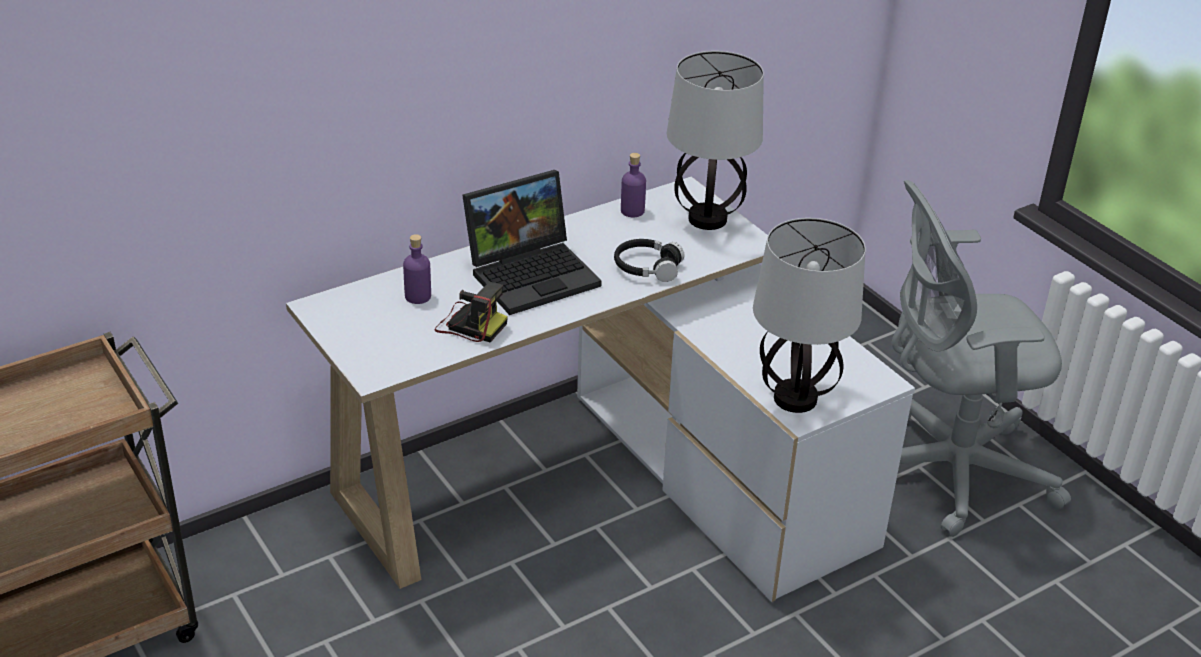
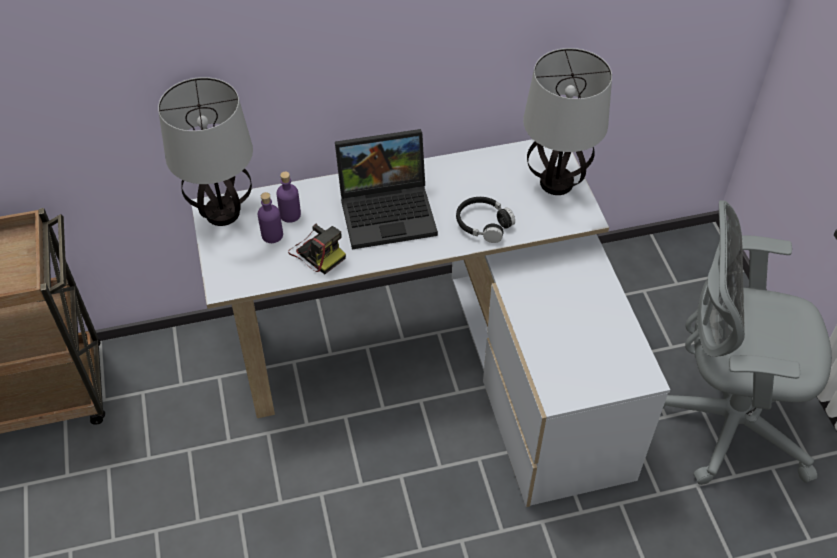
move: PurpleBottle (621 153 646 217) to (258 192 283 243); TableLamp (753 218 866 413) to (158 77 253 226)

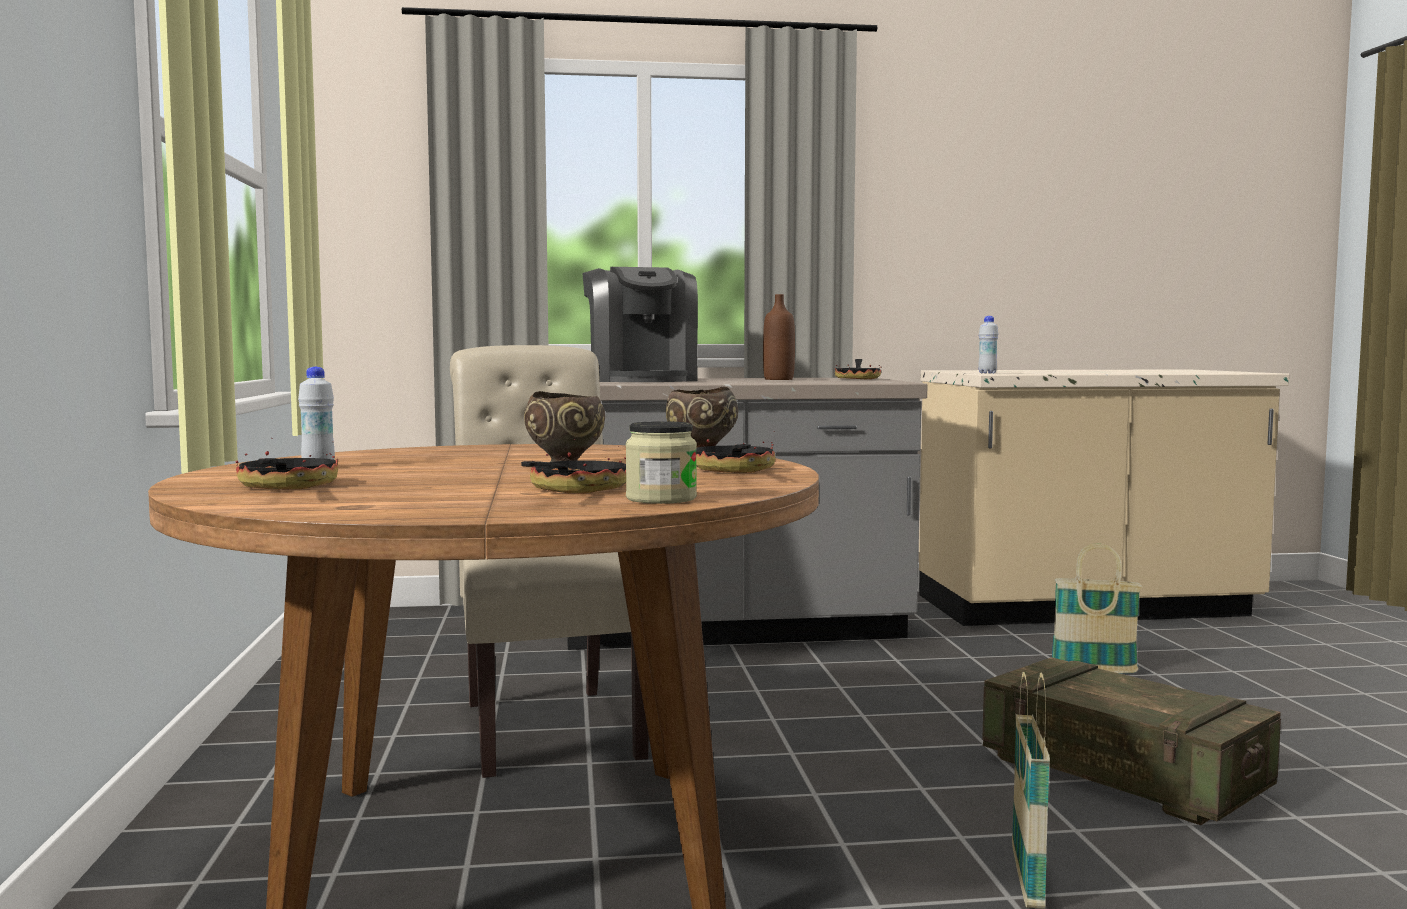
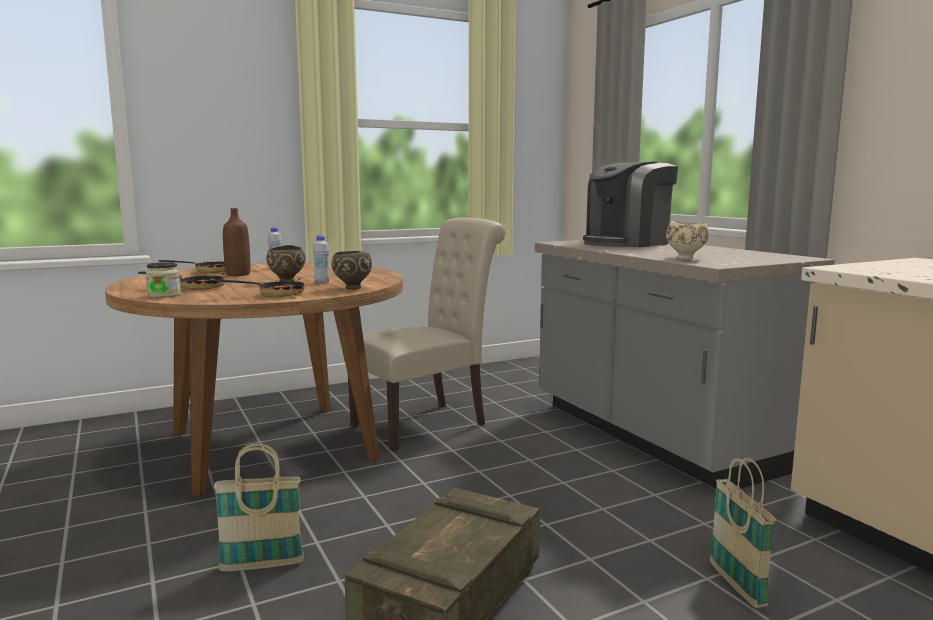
delete: FryingPan (835 359 881 379)
insert: BeigeBowl (666 221 709 260)
move: BrownBottle (763 294 795 380) to (223 208 250 276); WhiteBottle (978 316 998 374) to (313 235 330 284)

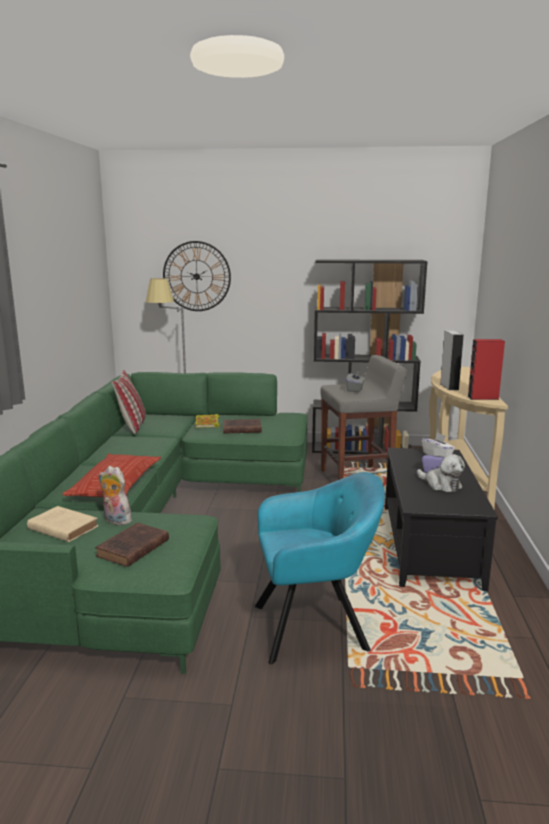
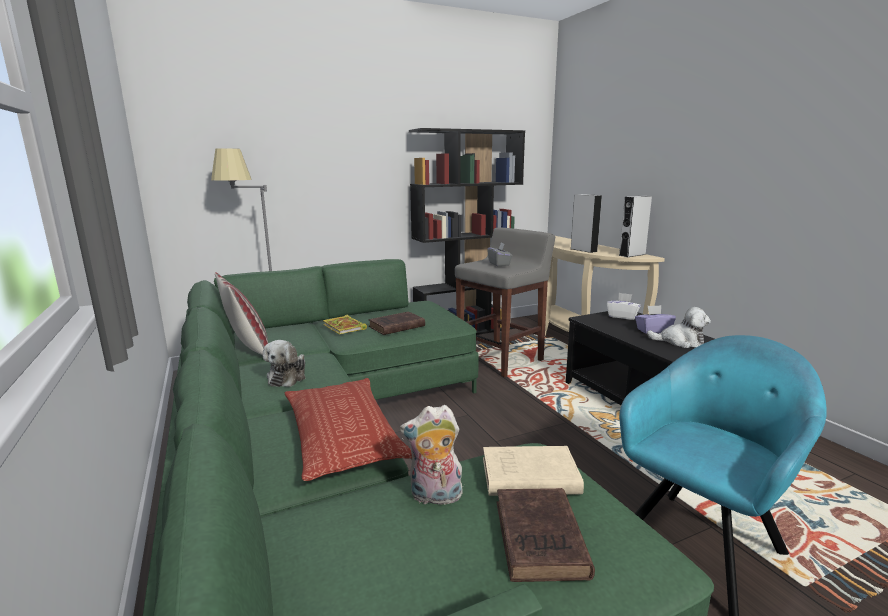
delete: WallClock (163 241 231 311)
insert: PlushToy (263 340 305 387)
move: BeigeBook (27 506 98 542) to (483 446 584 496)
recolor: RedSpeaker (468 339 505 400) to GreySpeaker (619 196 652 257)

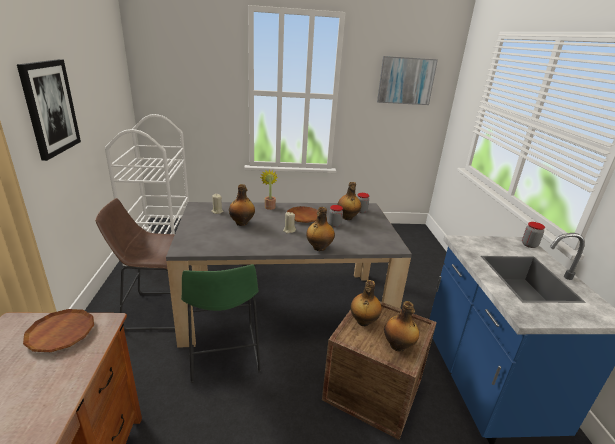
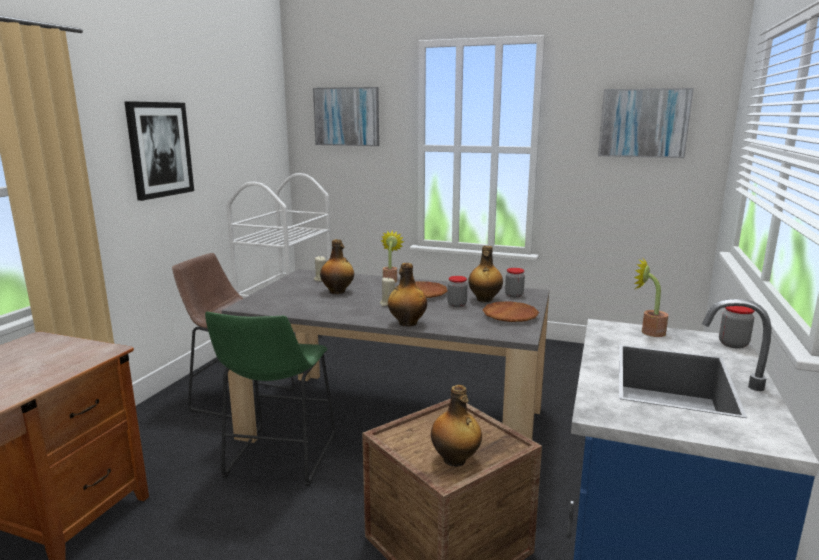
delete: Bottle (351 280 382 326)
insert: Picture (313 87 379 146); PottedPlant (634 256 668 337)
move: BrownPlate (23 309 94 352) to (483 301 539 322)

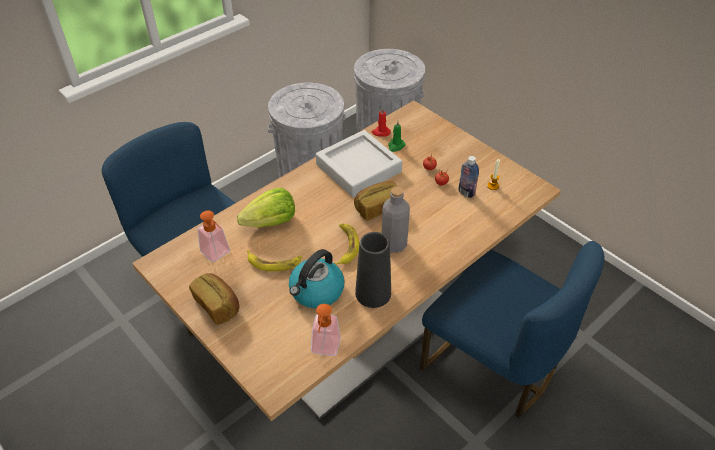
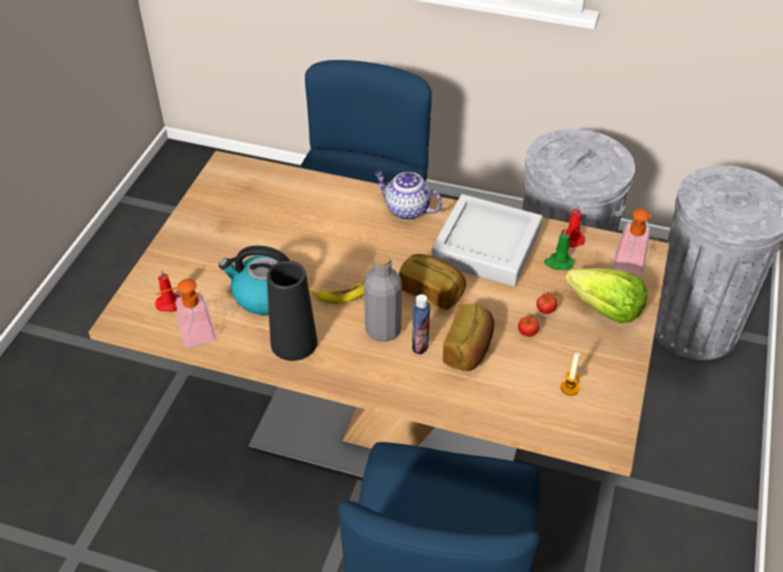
delete: Banana (247 250 302 271)
insert: RedCandle (155 270 180 312); Teapot (374 171 442 220)
move: Bread (189 273 239 325) to (443 304 494 371); SoapDispenser (198 210 230 262) to (614 209 650 274); Lettuce (237 188 295 227) to (565 268 648 323); Bottle (459 156 479 198) to (412 294 430 355)

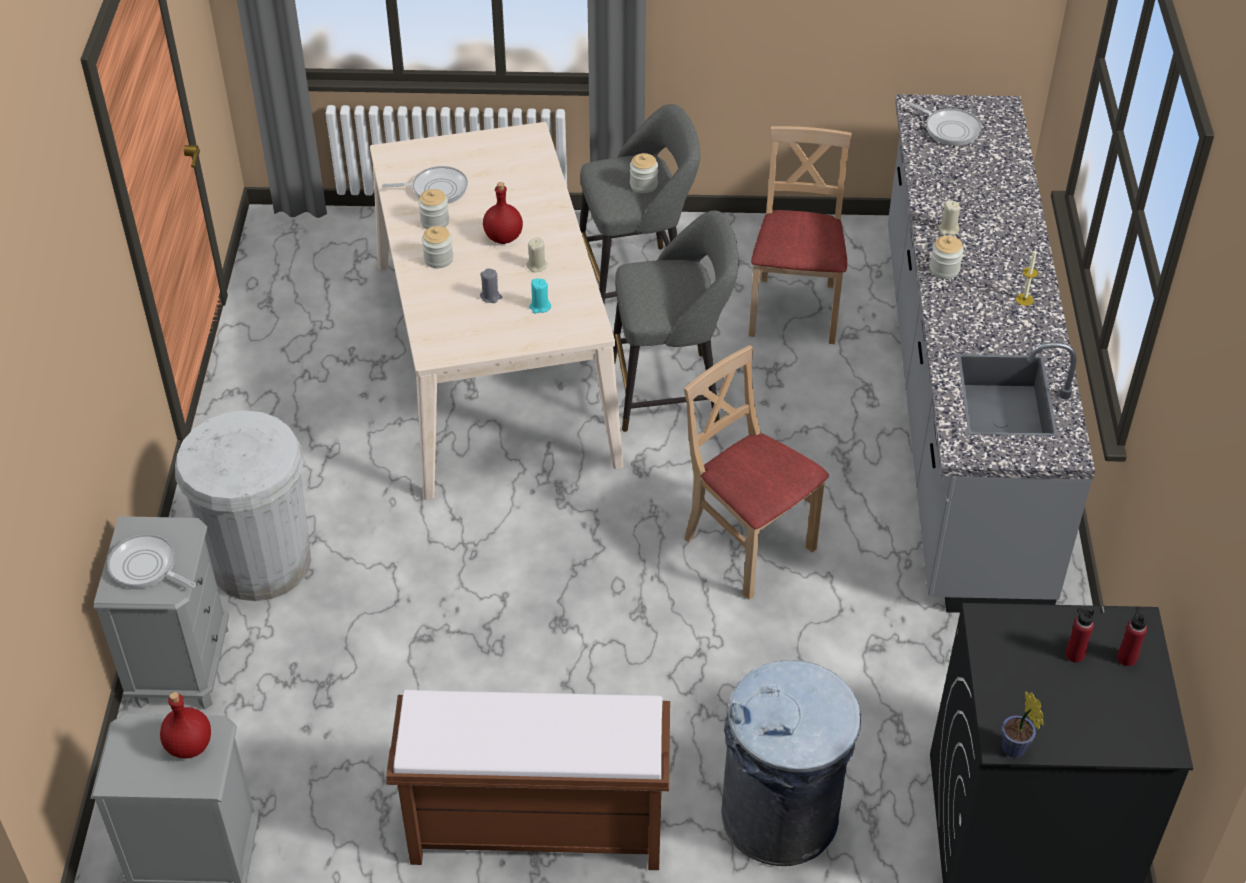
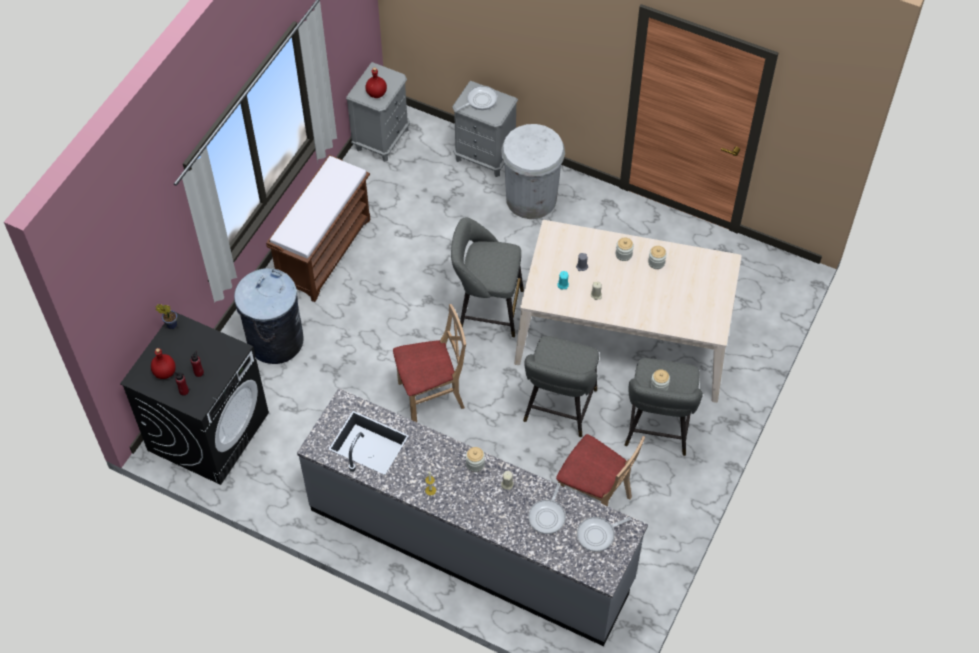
insert: GreyStool (451 217 524 337)
move: FryingPan (382 166 468 204) to (528 483 566 534); RedBottle (483 182 523 244) to (151 348 176 379)

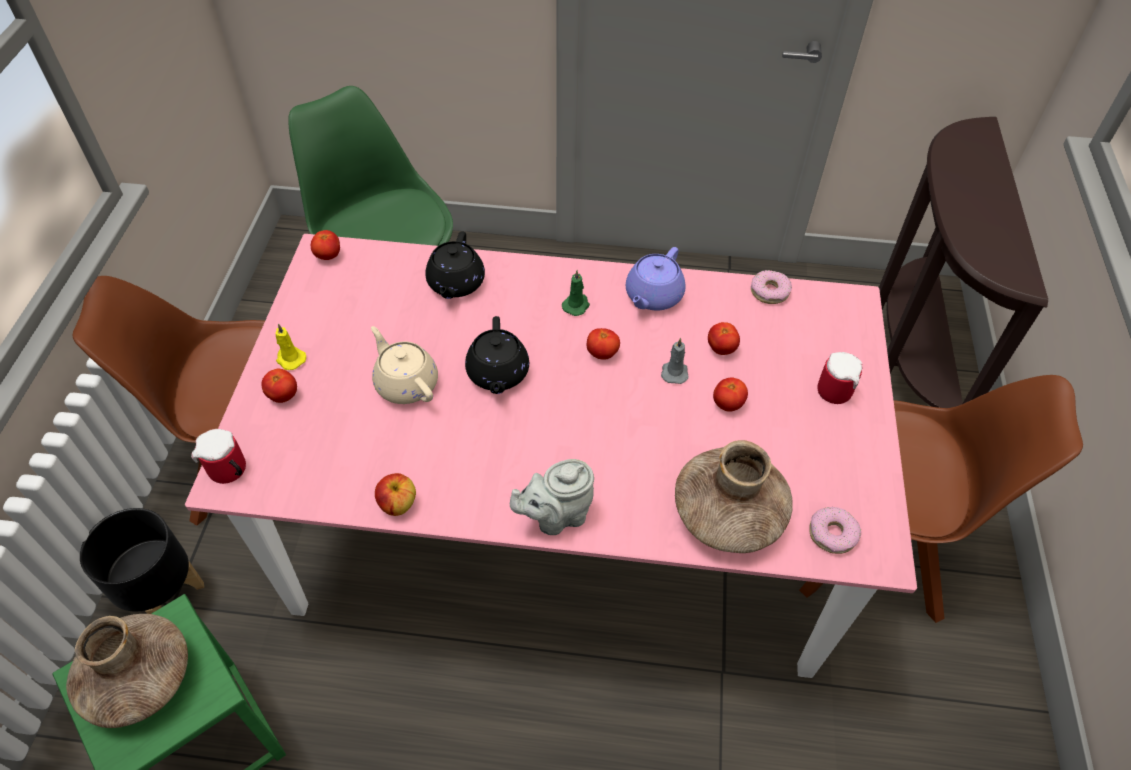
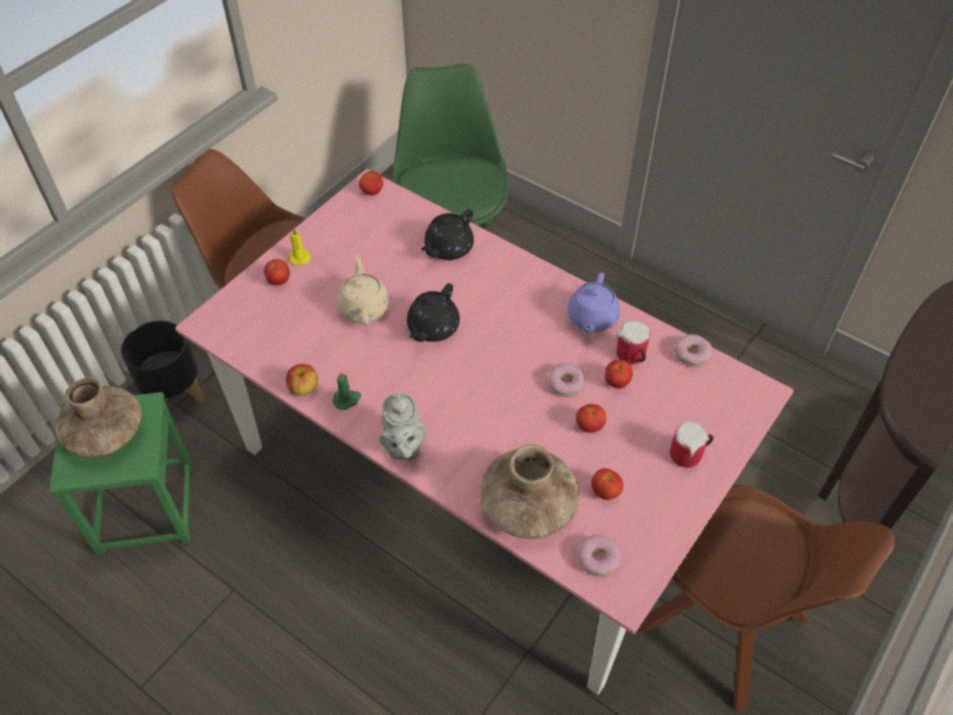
move: Mug (191 429 246 484) to (615 321 650 364); GreenCandle (562 270 590 316) to (332 372 361 410); Tomato (587 328 620 360) to (591 468 624 500)
replace: GreyCandle (661 338 689 384) to Donut (548 363 586 397)
rotate: GreyTeapot (510 459 594 535) = (379 392 426 460) 105 degrees counterclockwise; PurpleTeapot (626 247 686 310) = (567 272 620 334) 45 degrees counterclockwise

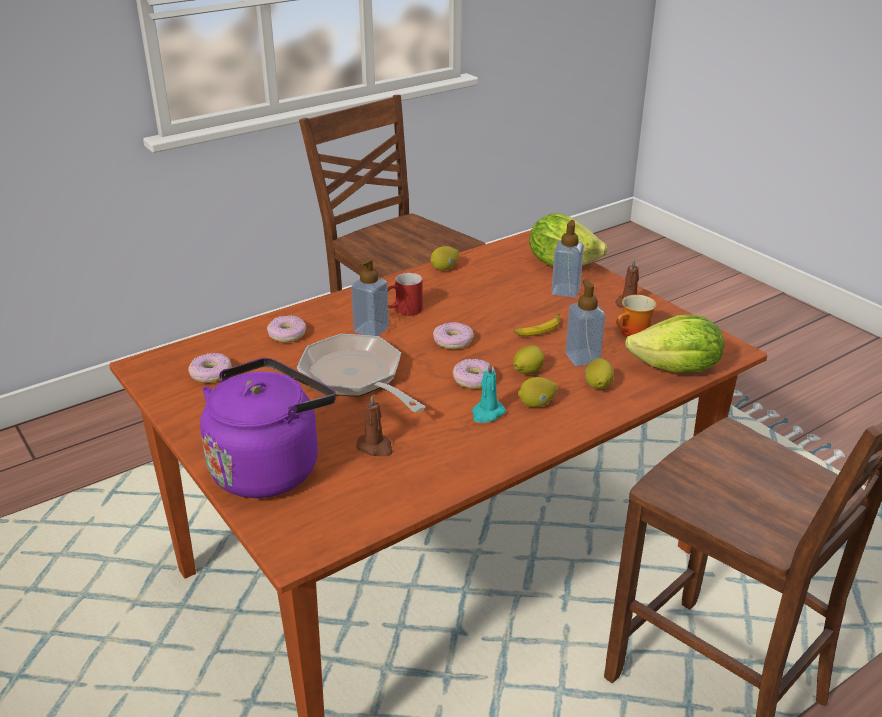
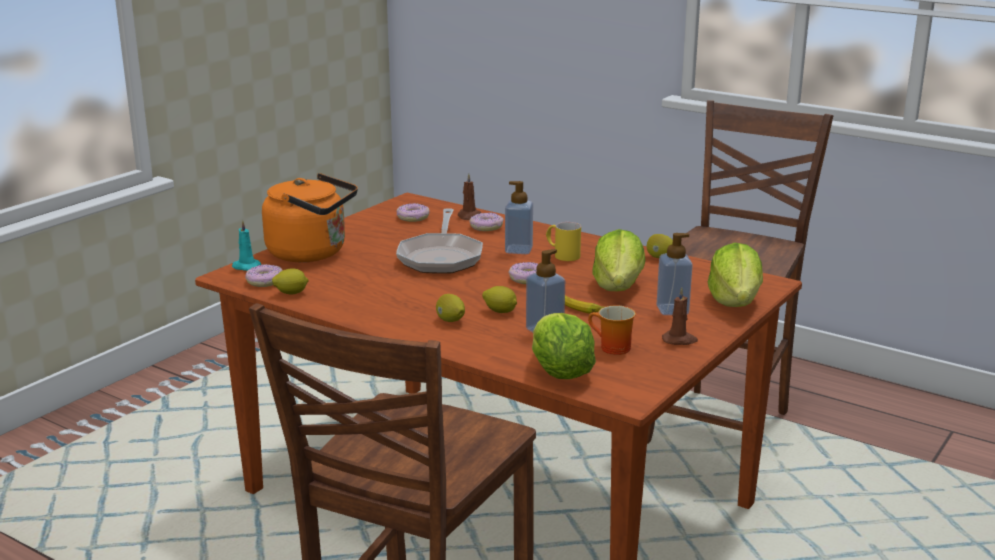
insert: Lettuce (592 229 645 291)
move: BrownCandle (356 394 393 456) to (458 173 481 220); Donut (452 359 495 389) to (245 264 283 287); TurquoiseCandle (472 362 506 423) to (232 220 261 271); Lemon (585 358 614 389) to (272 269 309 295)
recolor: PurpleKettle (200 358 336 498) to OrangeKettle (262 173 358 262); RedMug (388 273 423 316) to YellowMug (546 222 581 261)
rotate: FryingPan (297 334 426 412) = (396 208 483 274) 150 degrees clockwise

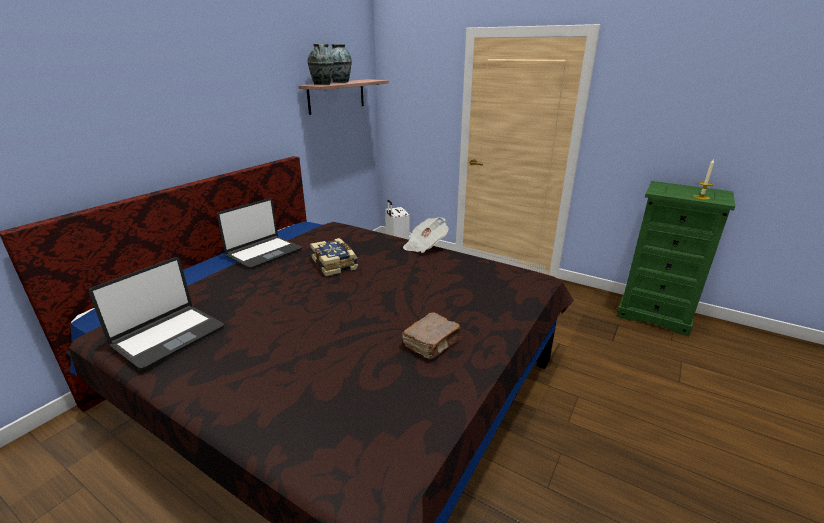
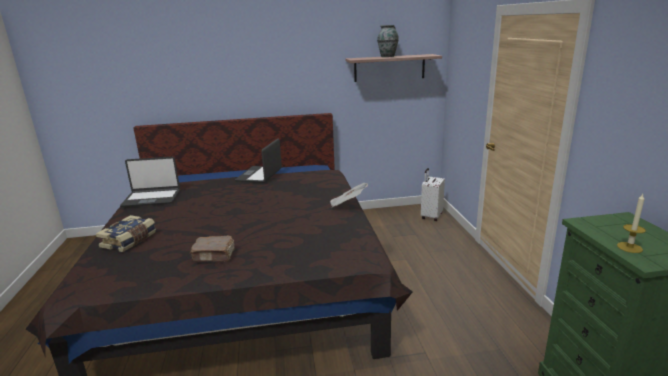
delete: Vase (307 44 334 85)
move: Book (310 238 358 276) to (96 215 156 252)
rotate: Laptop (217 198 302 269) = (235 138 282 183) 105 degrees clockwise

